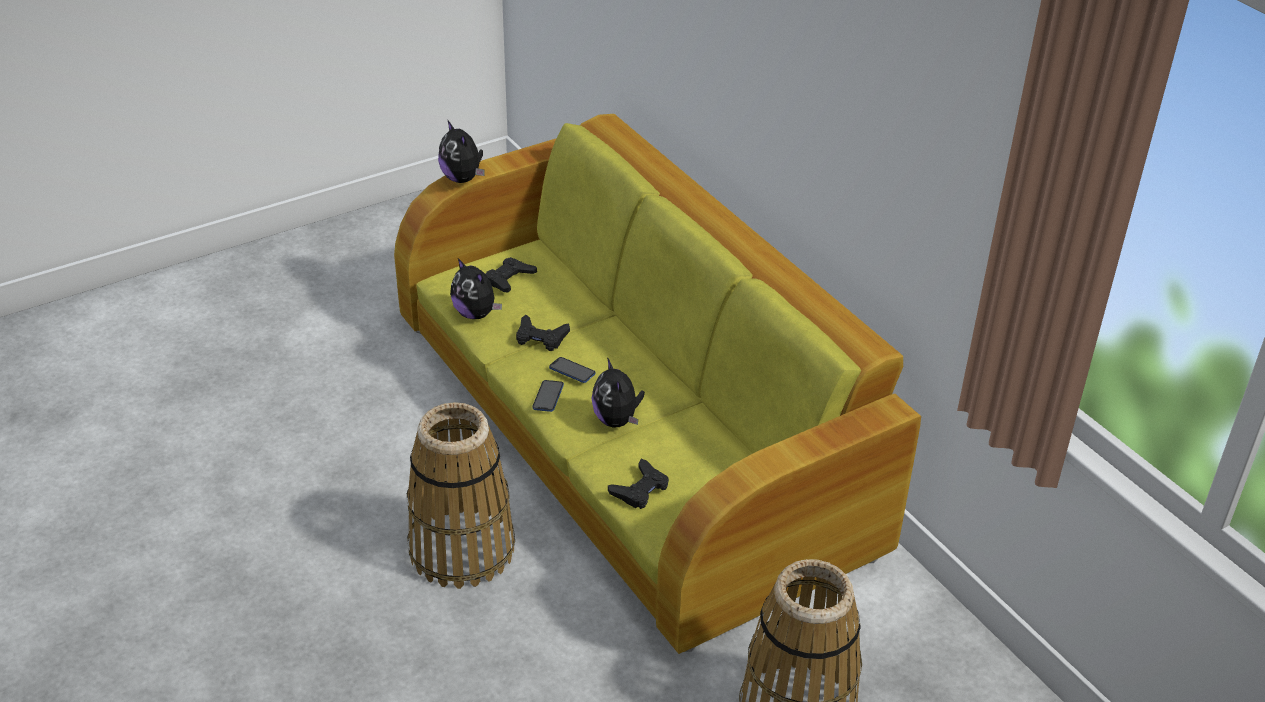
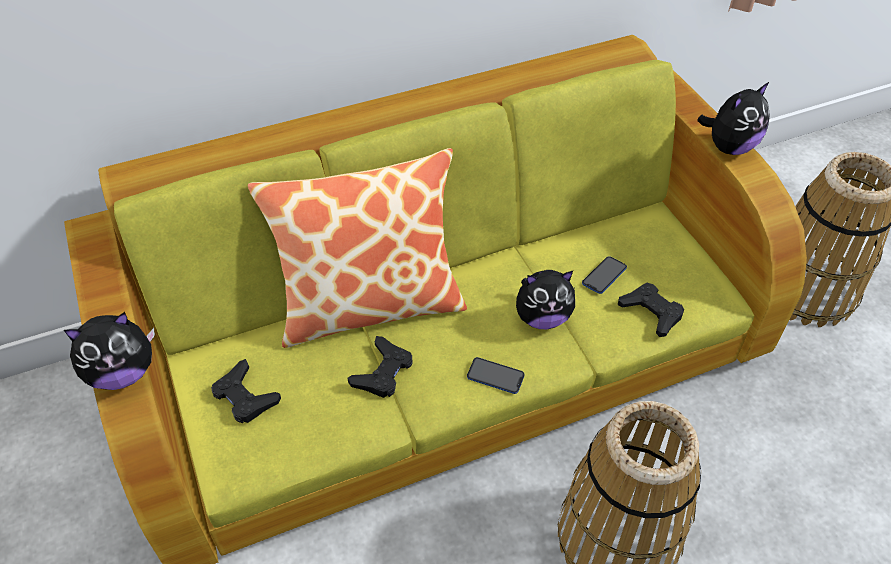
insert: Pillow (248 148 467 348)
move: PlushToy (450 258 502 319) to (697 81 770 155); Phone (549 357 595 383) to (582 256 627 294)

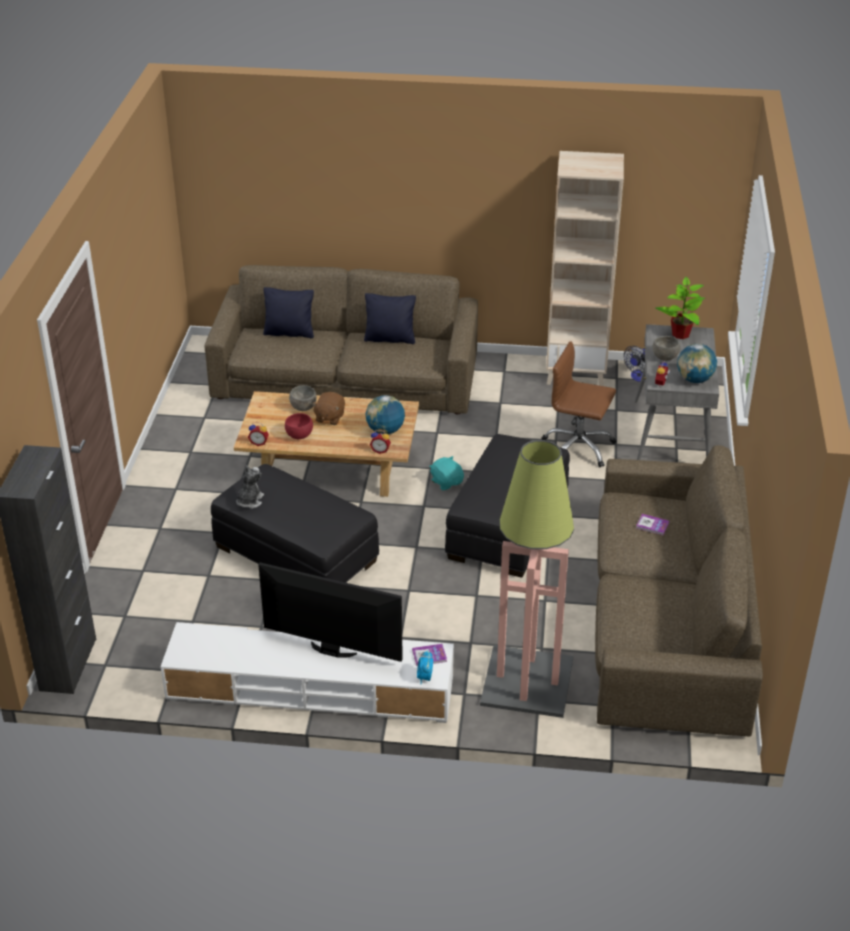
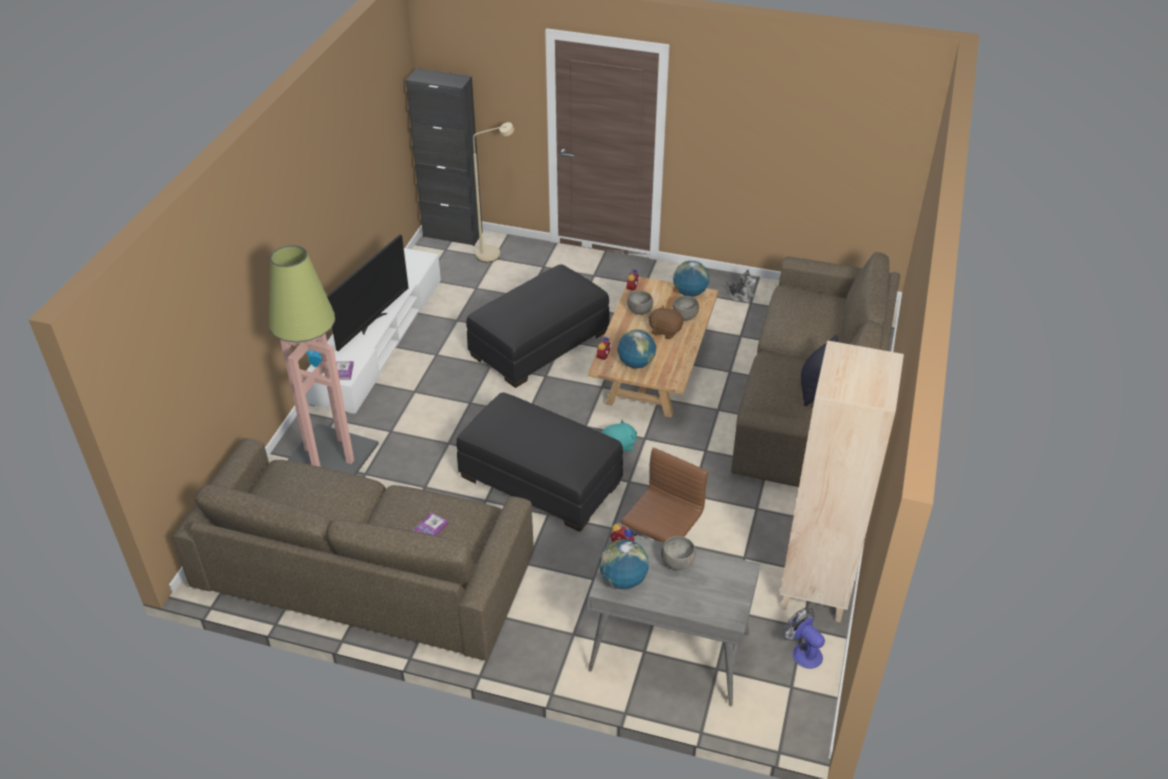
delete: BlackPillow (263 287 314 338); PottedPlant (655 277 706 339)
insert: BeigeFloorLamp (473 122 514 262); Globe (673 261 709 297)
move: PlushToy (236 465 264 509) to (726 269 757 303)
recolor: RedBowl (285 413 313 439) to GreyBowl (627 291 653 315)

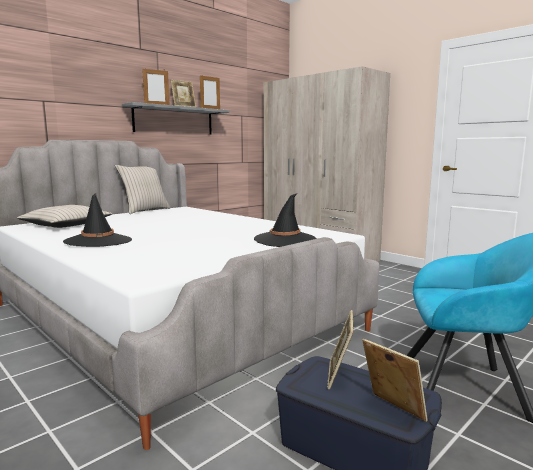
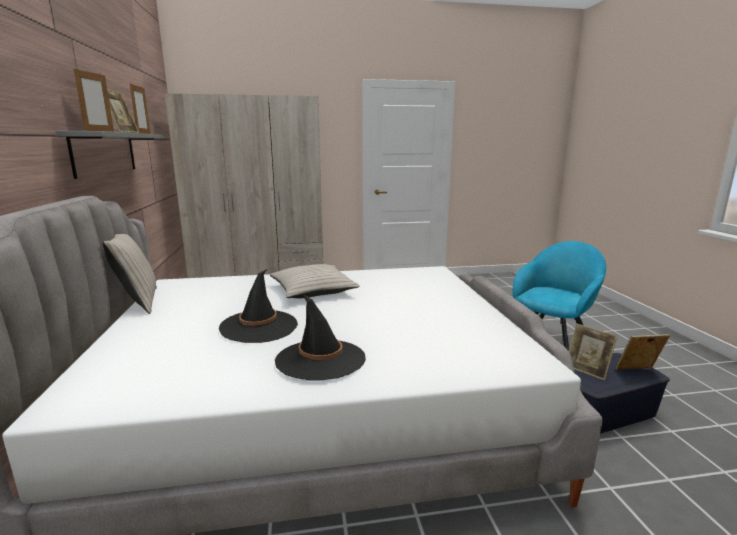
move: BeigePillow (17 205 112 228) to (270 264 360 298); BlackHat (254 193 317 247) to (219 269 298 343)

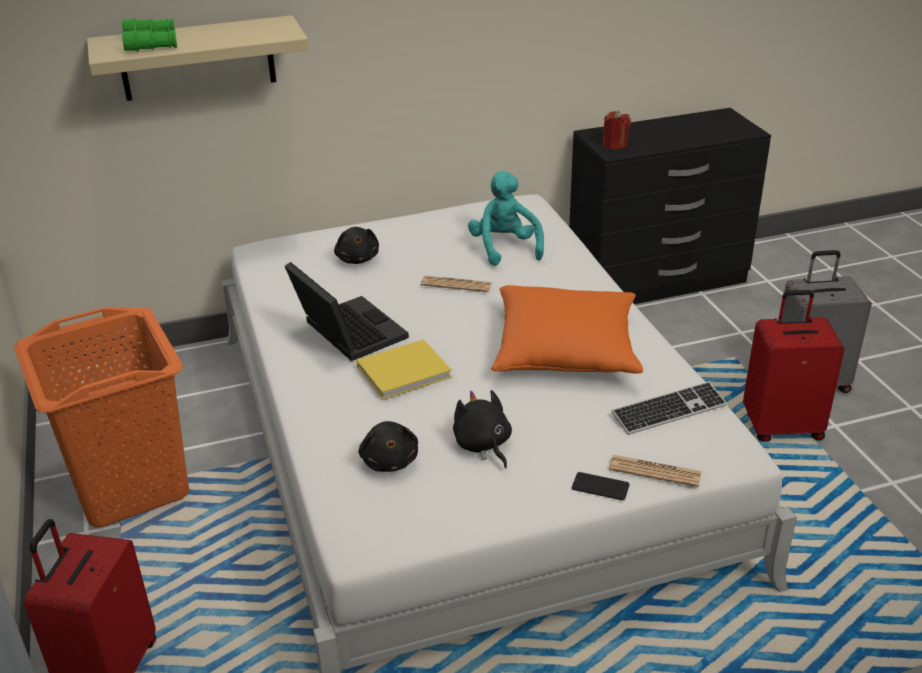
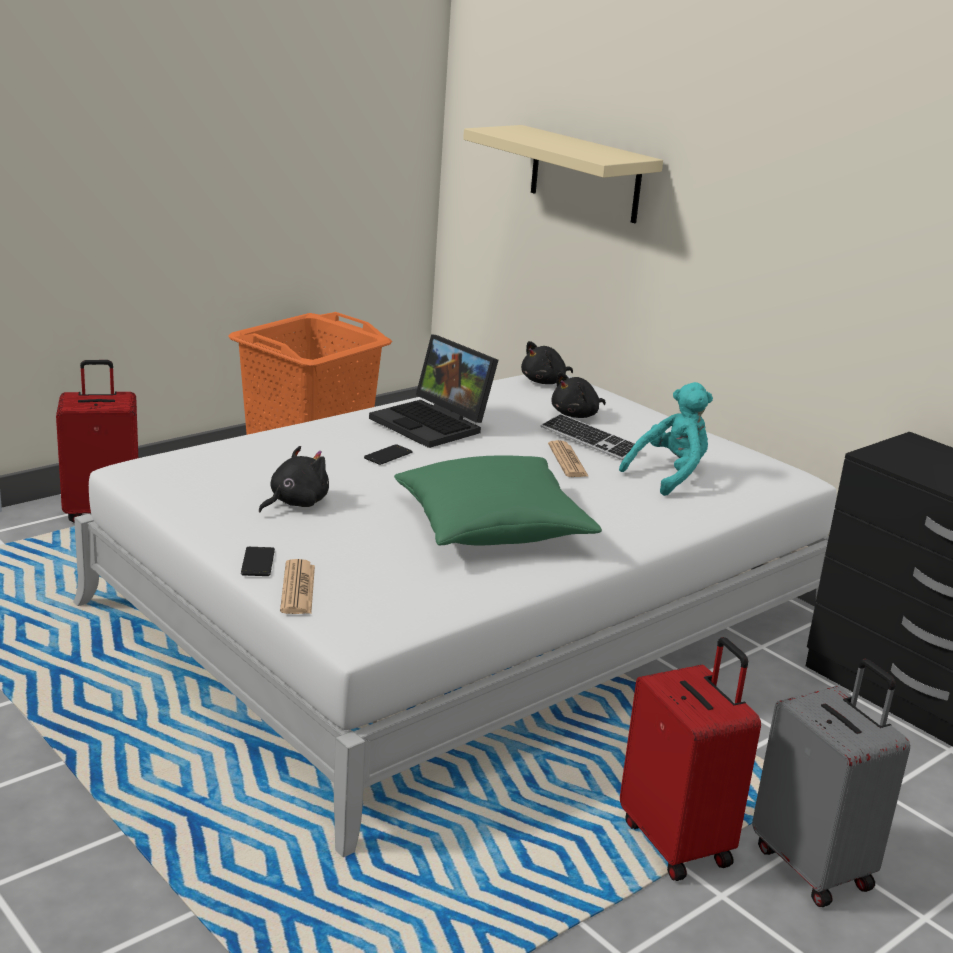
delete: GreenBinoculars (122 18 177 52); RedCandle (603 111 631 149)
move: BlackPlushToy (359 421 418 472) to (521 341 573 384); Keyboard (611 382 727 435) to (541 414 635 460)
replace: YellowBook (357 339 452 400) to Phone (364 444 413 465)
recolor: OrangePillow (491 285 643 374) to GreenPillow (394 456 602 545)
rotate: Laptop (285 262 409 361) = (369 334 498 448) 105 degrees clockwise

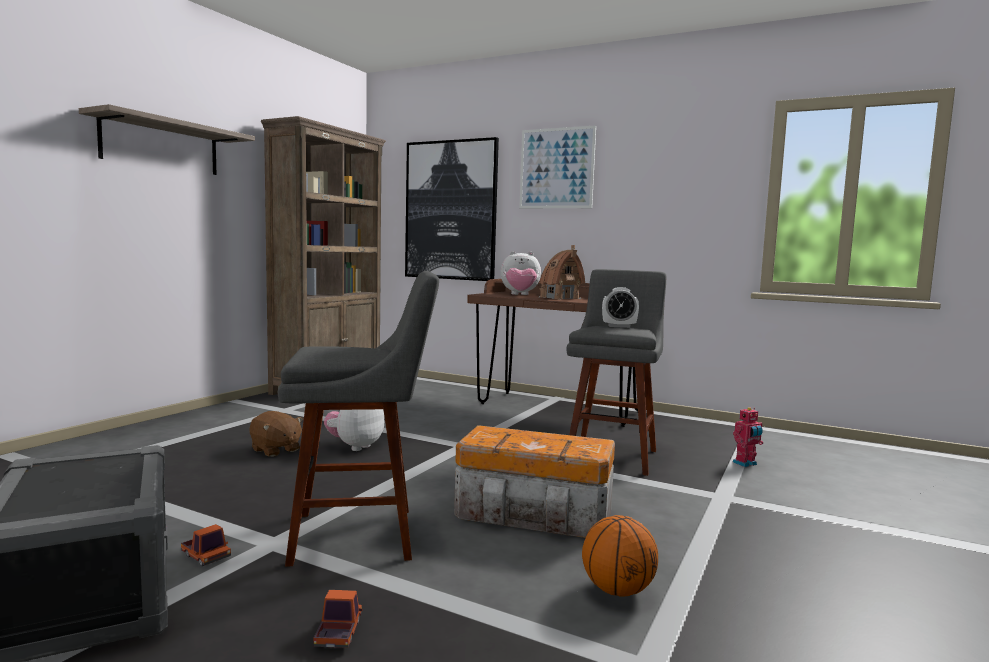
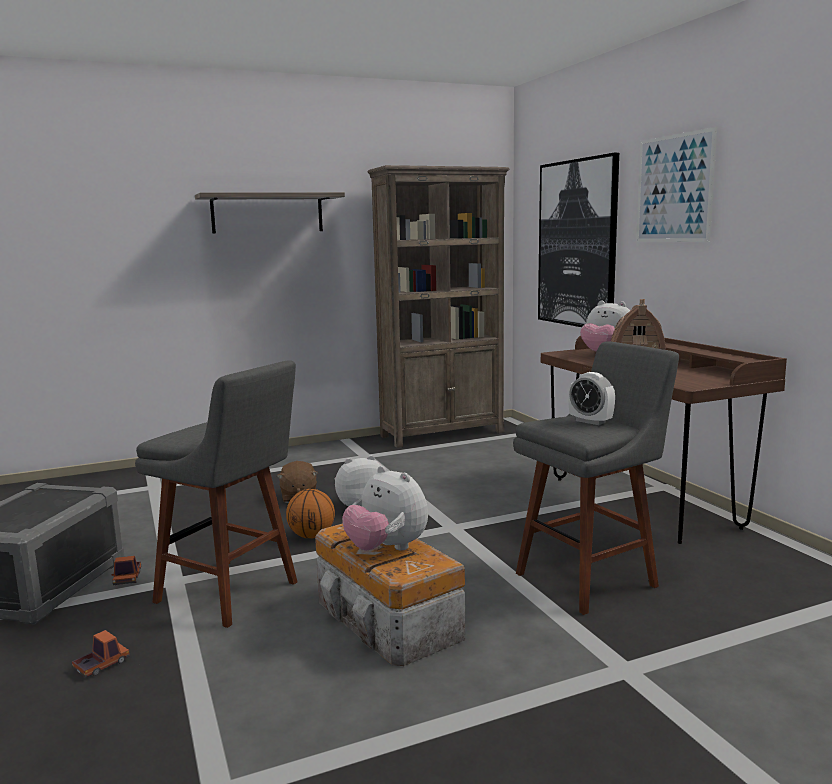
delete: ToyRobot (733 407 763 467)
insert: PlushToy (342 466 428 551)
move: Basketball (582 515 658 597) to (286 489 335 539)

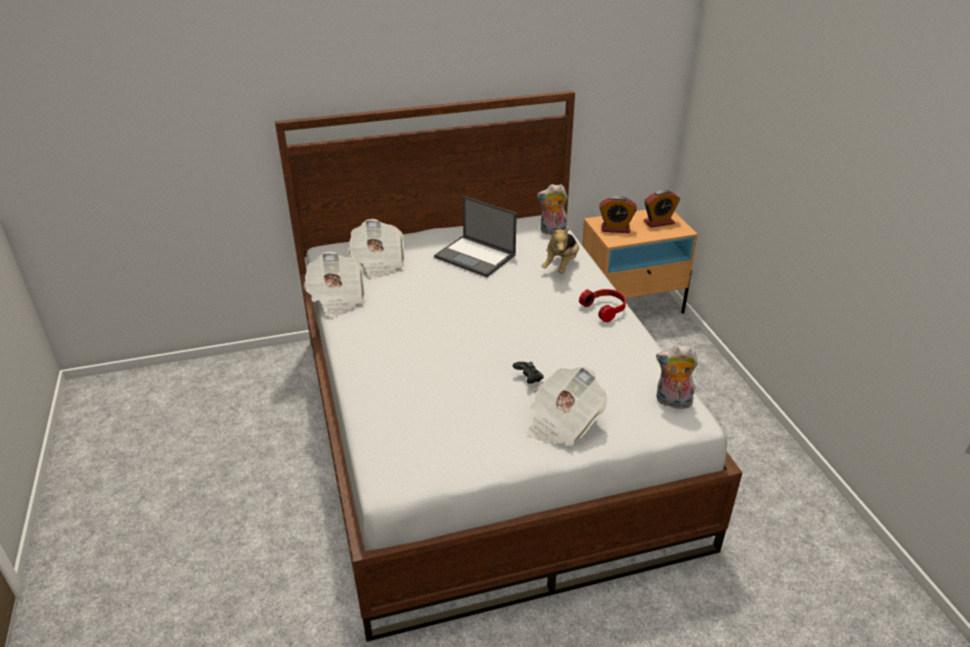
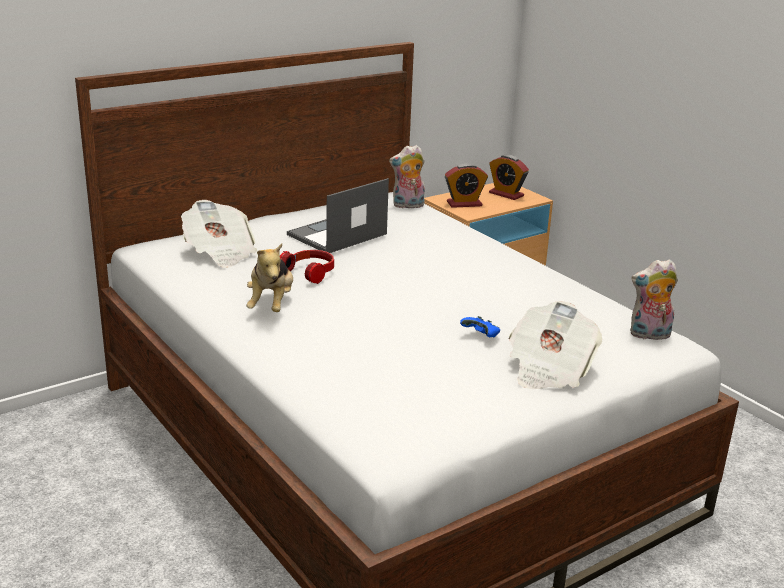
delete: Newspaper (304 251 365 317)
move: PlushToy (542 227 579 274) to (246 243 293 312); Headphones (579 289 626 322) to (280 250 334 284)
recolor: BlackGameController (513 361 544 384) to BlueGameController (460 316 500 337)
rotate: Laptop (434 196 517 277) = (287 178 389 253) 120 degrees clockwise; AlarmClock (644 190 680 228) = (489 155 529 200) 75 degrees clockwise

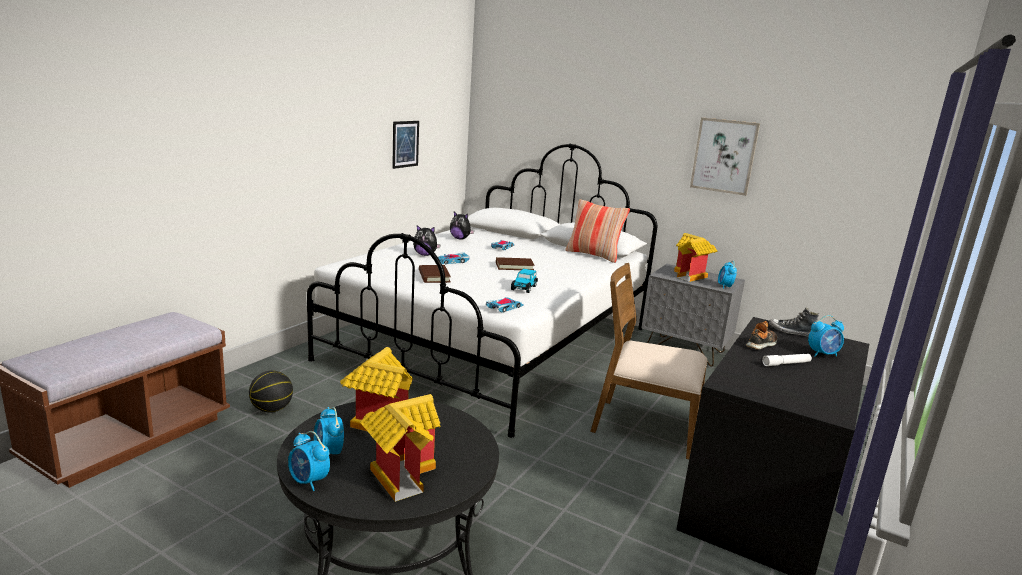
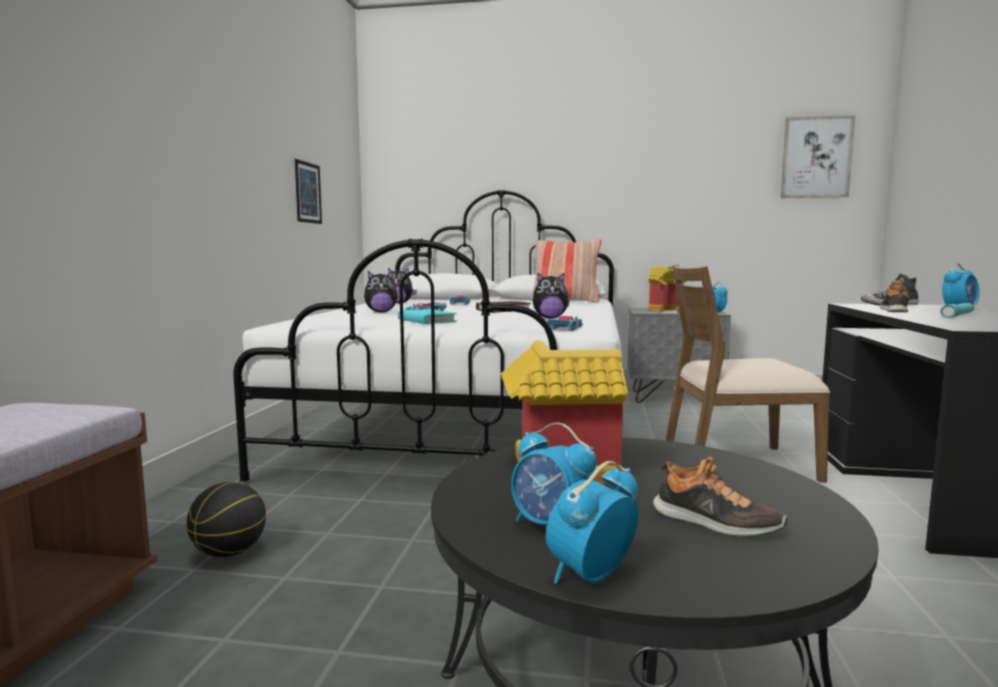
move: Picture (690 118 760 196) to (781 115 855 198)
replace: ToyHouse (360 394 441 502) to Shoe (653 457 788 536); ToyCar (511 269 538 293) to PlushToy (533 272 570 319)
recolor: BrownBook (419 265 451 283) to TurquoiseBook (398 309 457 324); WhiteFlashlight (762 354 812 366) to TurquoiseFlashlight (940 303 974 318)
rotate: AlarmClock (288 431 330 491) = (546 461 639 584) 120 degrees clockwise

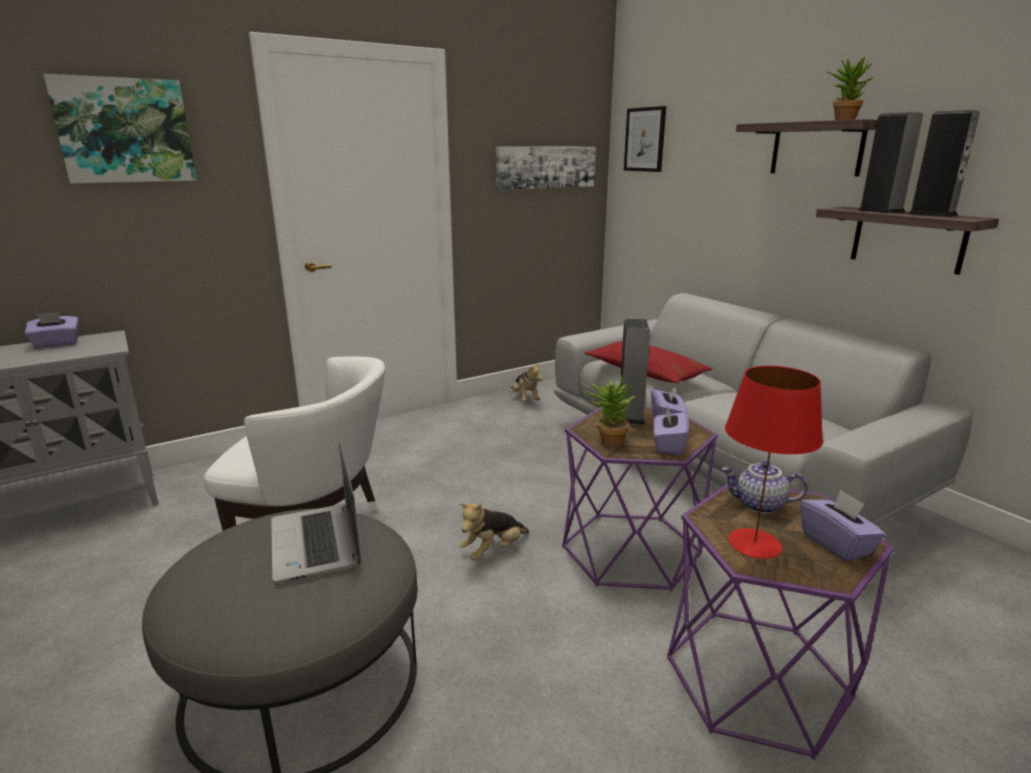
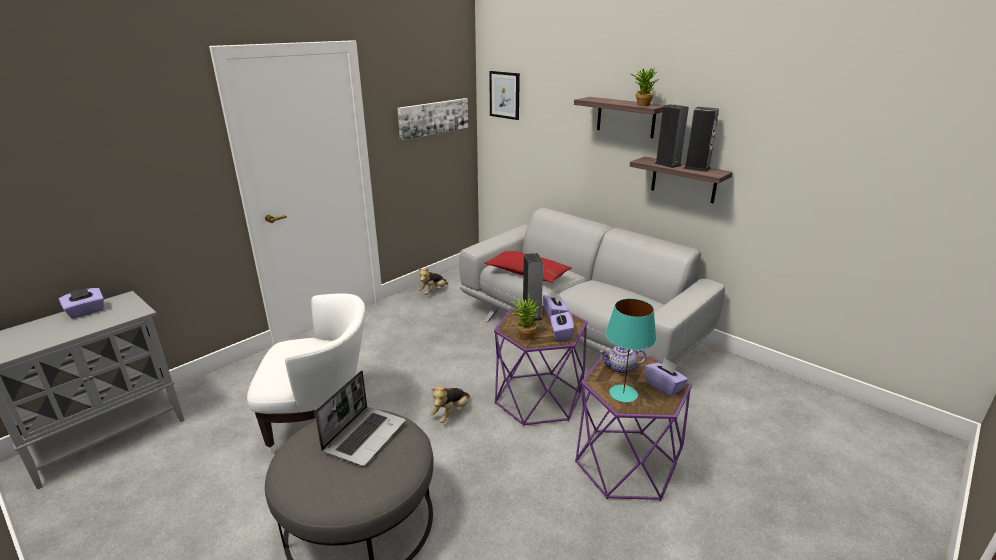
delete: Picture (43 74 197 184)
recolor: RedTableLamp (725 366 823 559) to TurquoiseTableLamp (605 298 656 402)
rotate: Laptop (271 444 361 583) = (314 370 406 466) 120 degrees counterclockwise; PlushToy (510 363 542 401) = (418 268 448 295) 75 degrees clockwise

